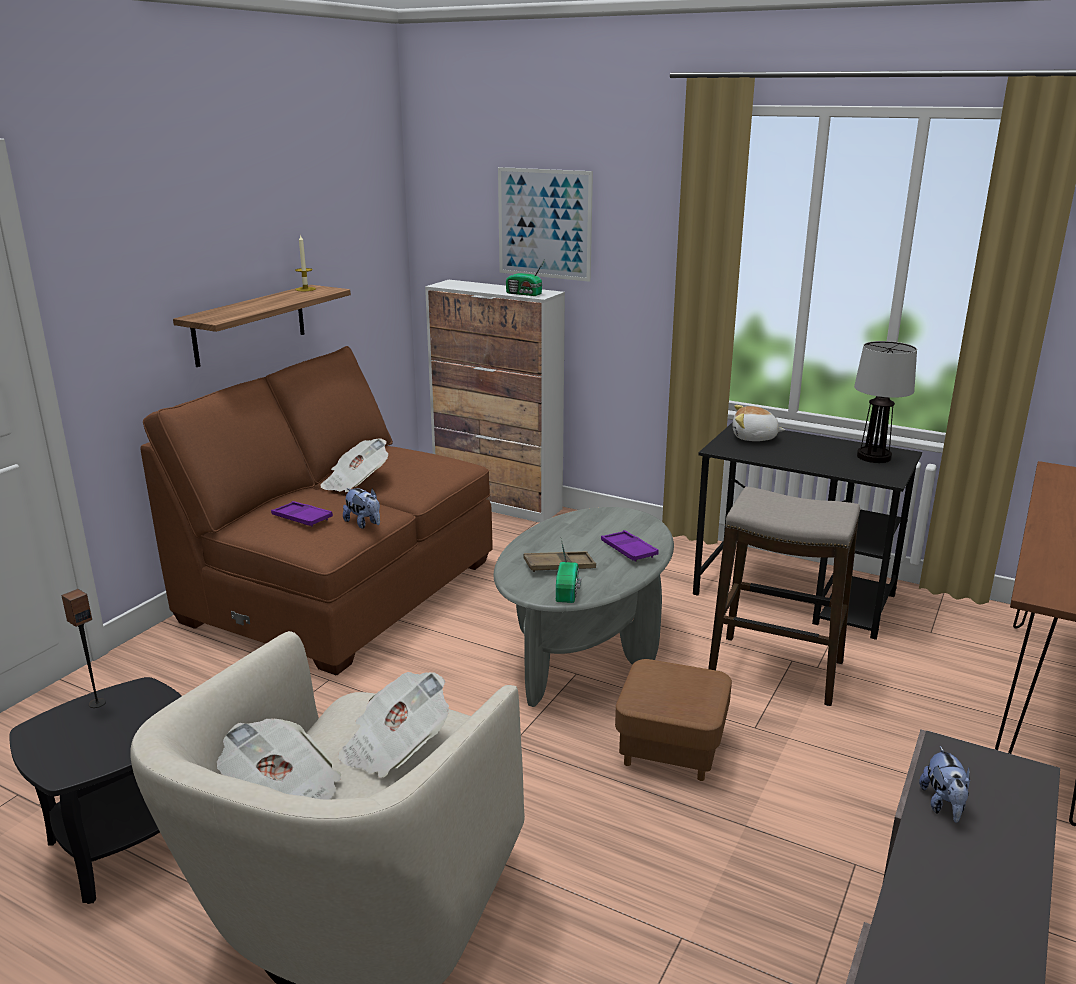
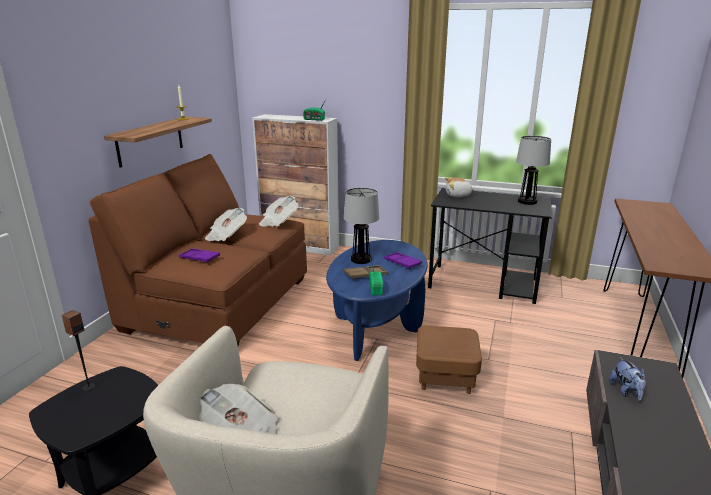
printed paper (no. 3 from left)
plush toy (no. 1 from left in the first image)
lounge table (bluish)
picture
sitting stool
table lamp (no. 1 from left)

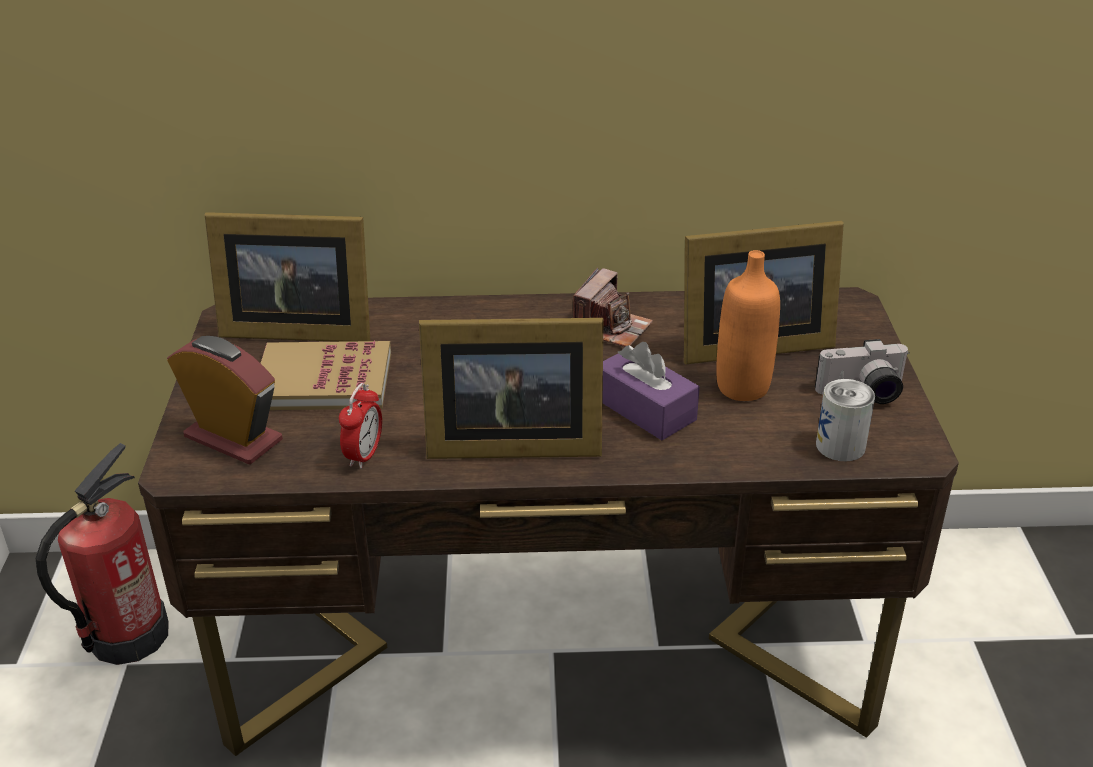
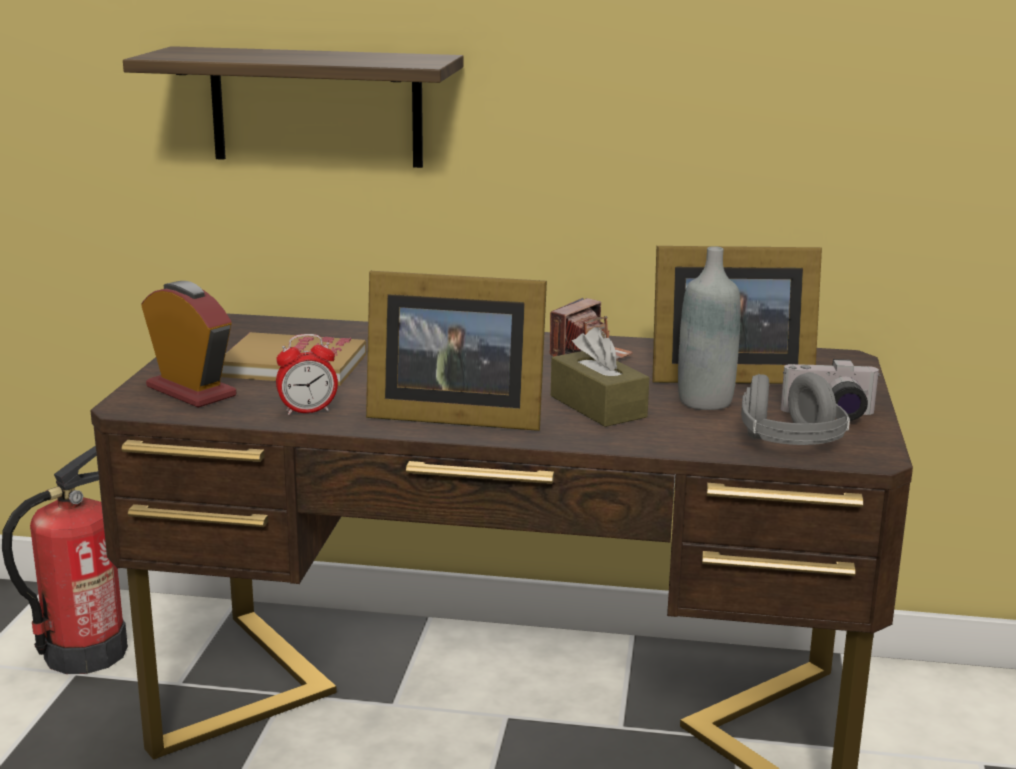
standing frame (no. 1 from left in the first image)
bedside clock (no. 2 from left)
tissue box (brownish)
beverage bottle (grey)
headset (grey)
wall shelf

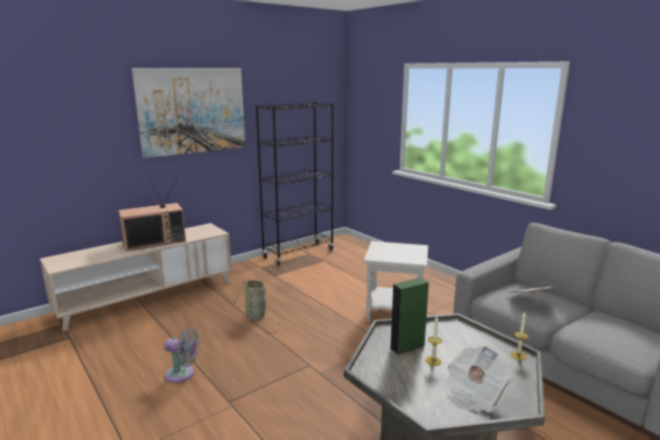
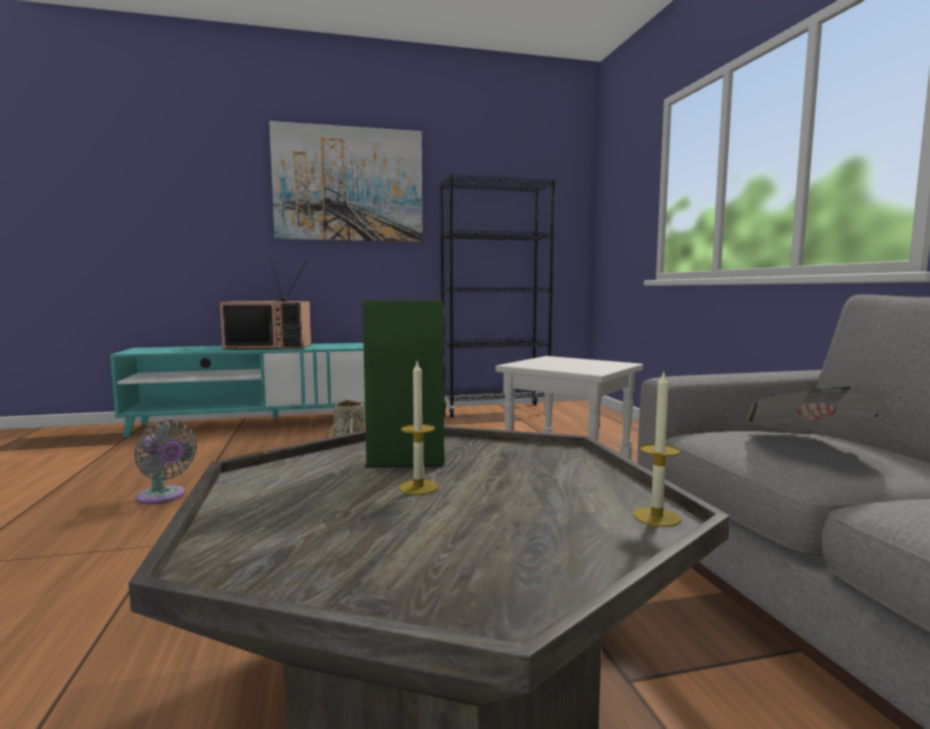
media console (blue-green)
printed paper (no. 1 from left in the first image)

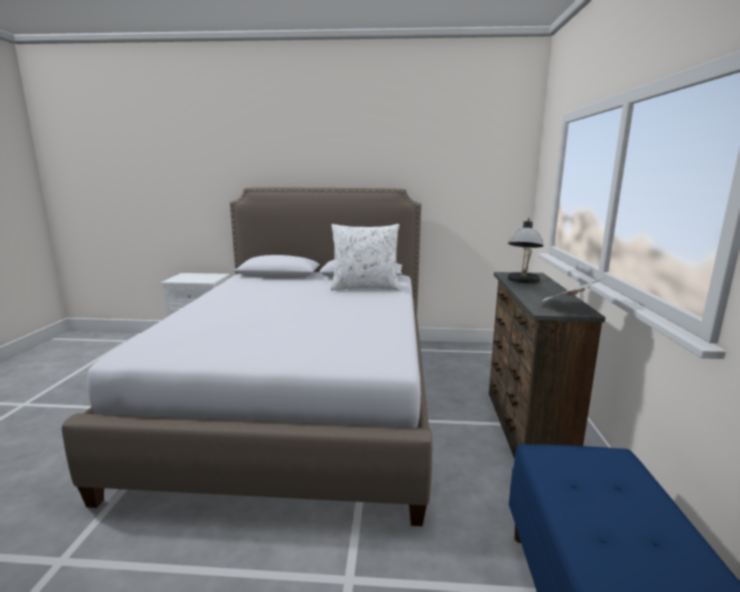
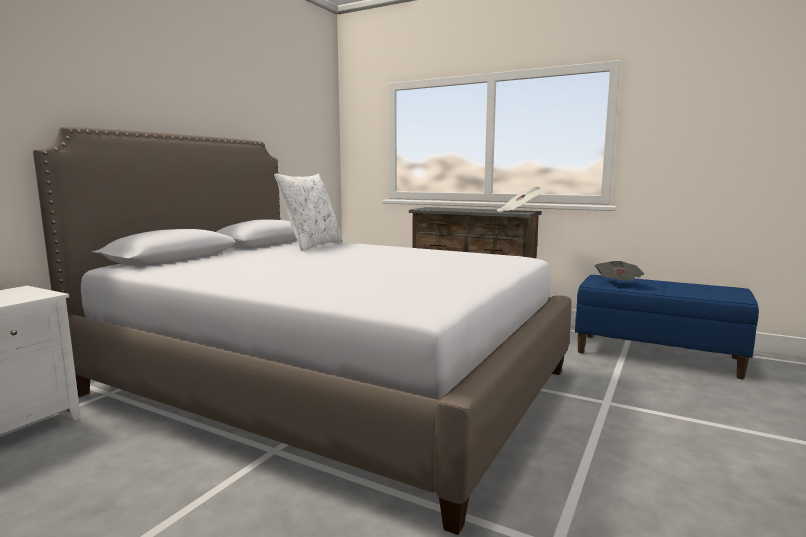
table lamp
printed paper (no. 2 from left)

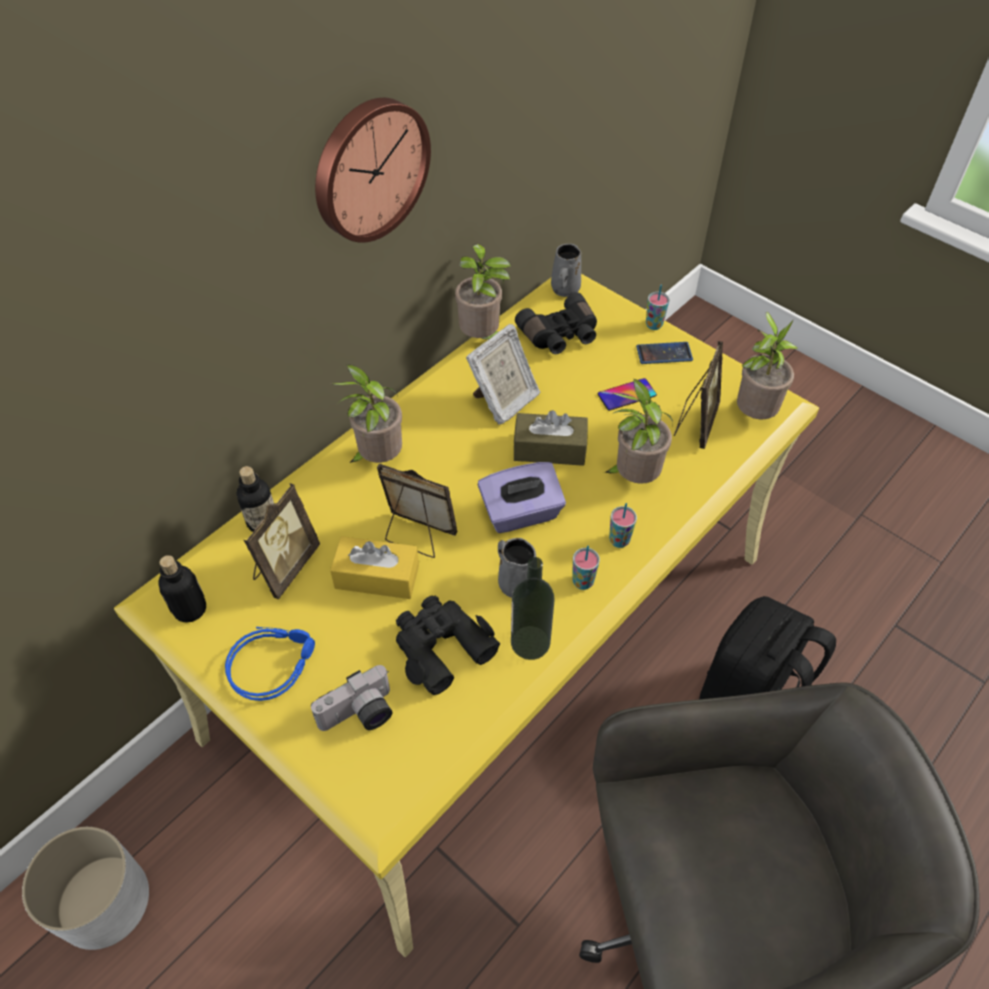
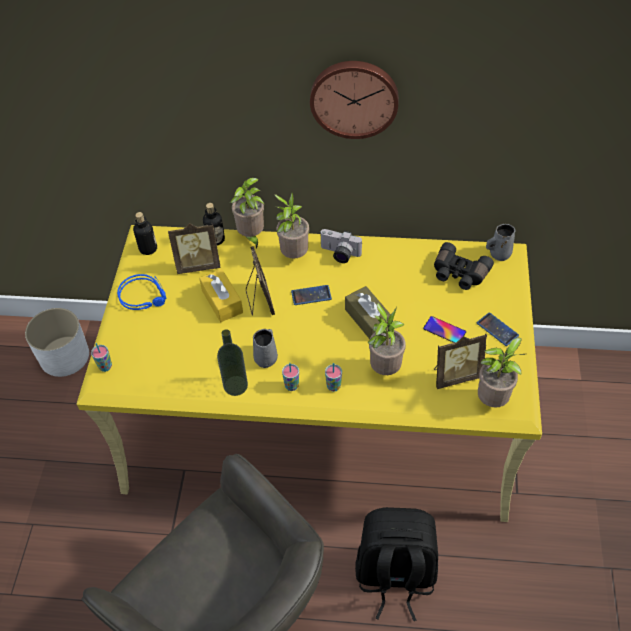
still camera
field glasses (black) (no. 1 from left in the first image)
houseplant (no. 1 from left)
standing frame (no. 3 from left in the first image)
tissue box (purplish)
cup (no. 1 from left)
telephone (no. 1 from left)

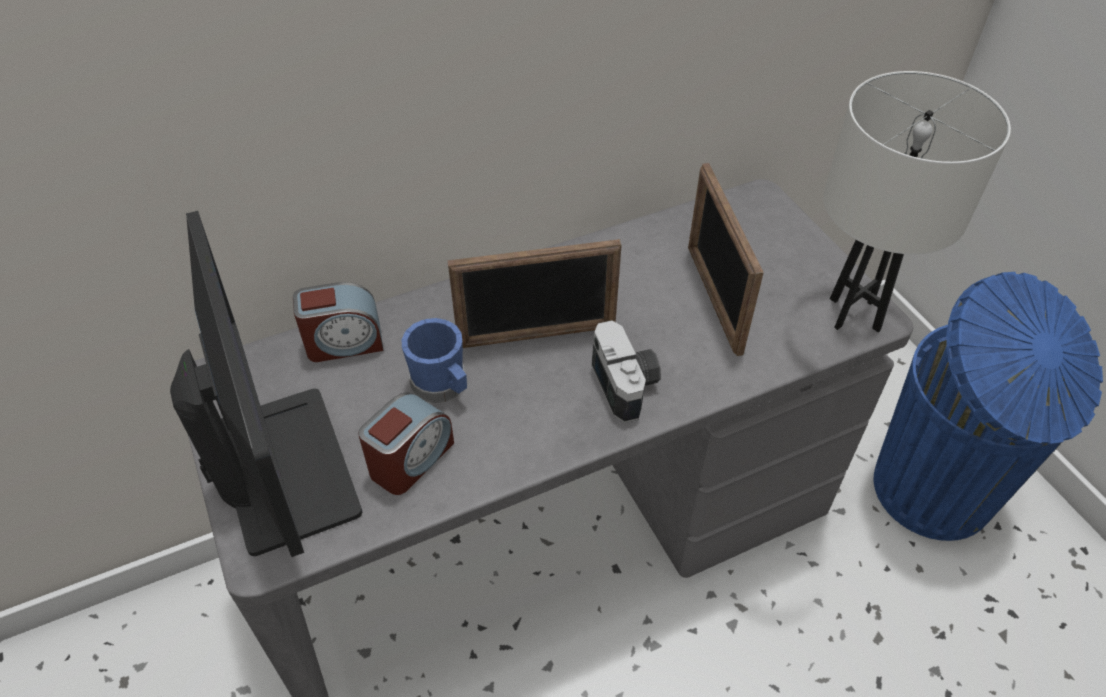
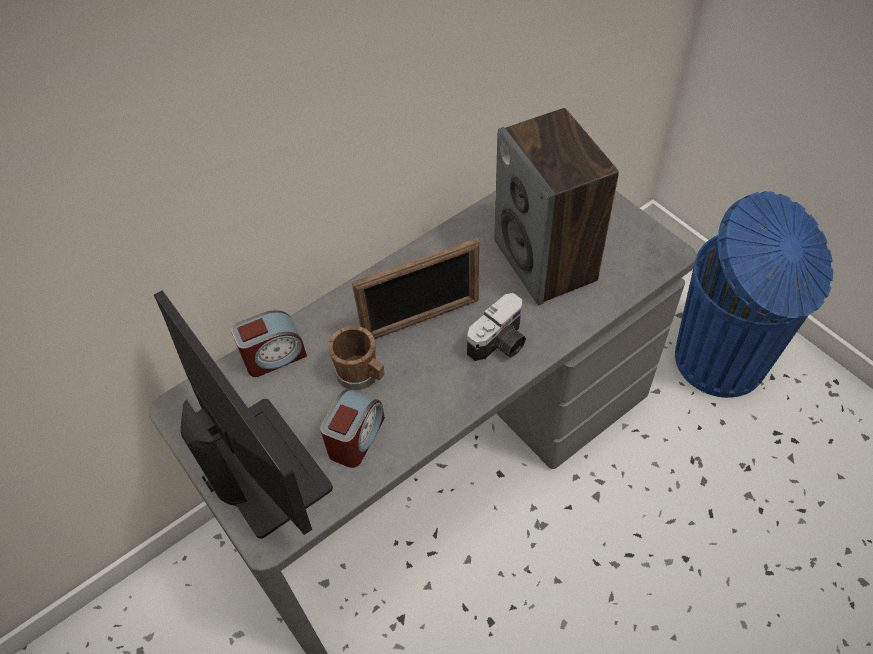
coffee mug (brownish)
still camera
speaker
table lamp (white)

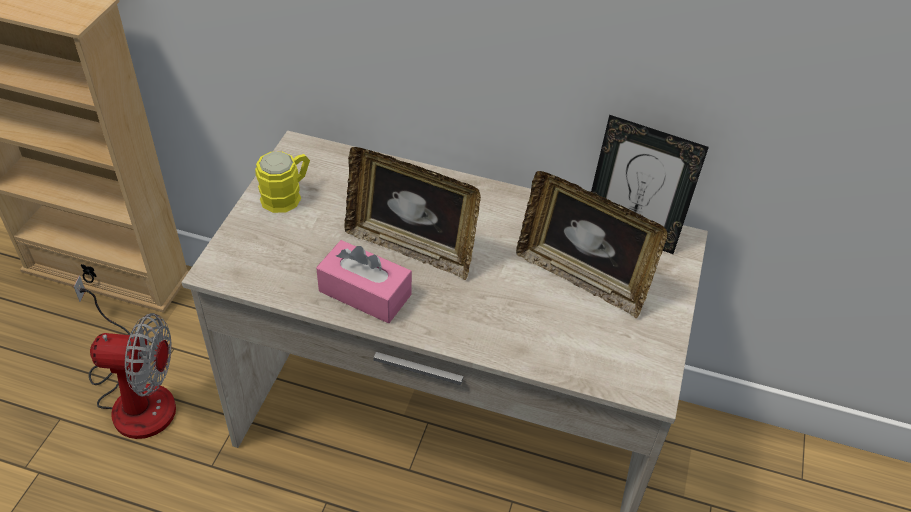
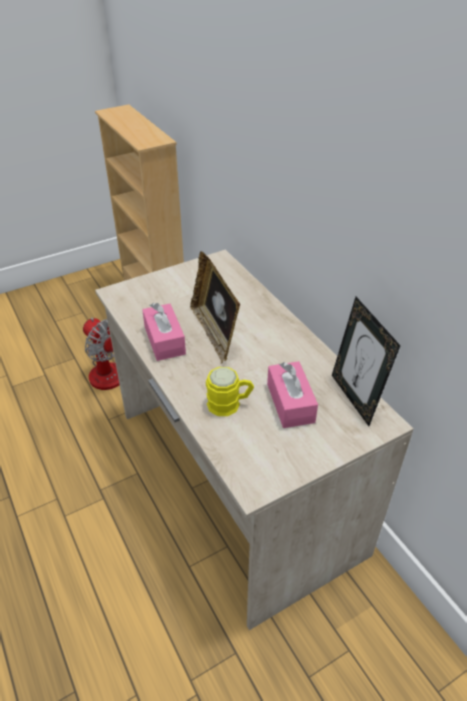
coffee mug (yellowish)
tissue box (pinkish) (no. 2 from left)

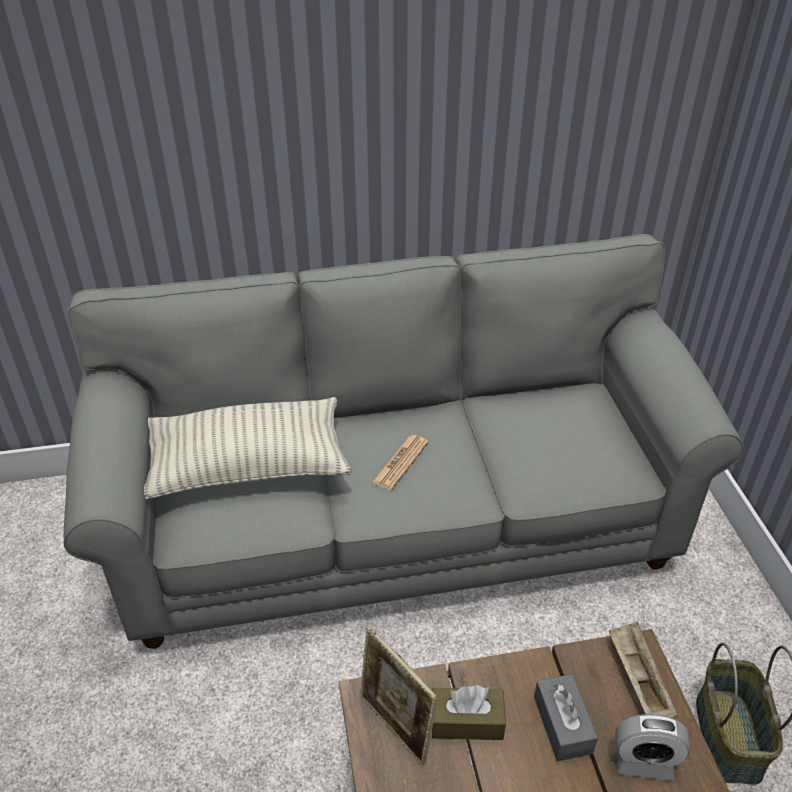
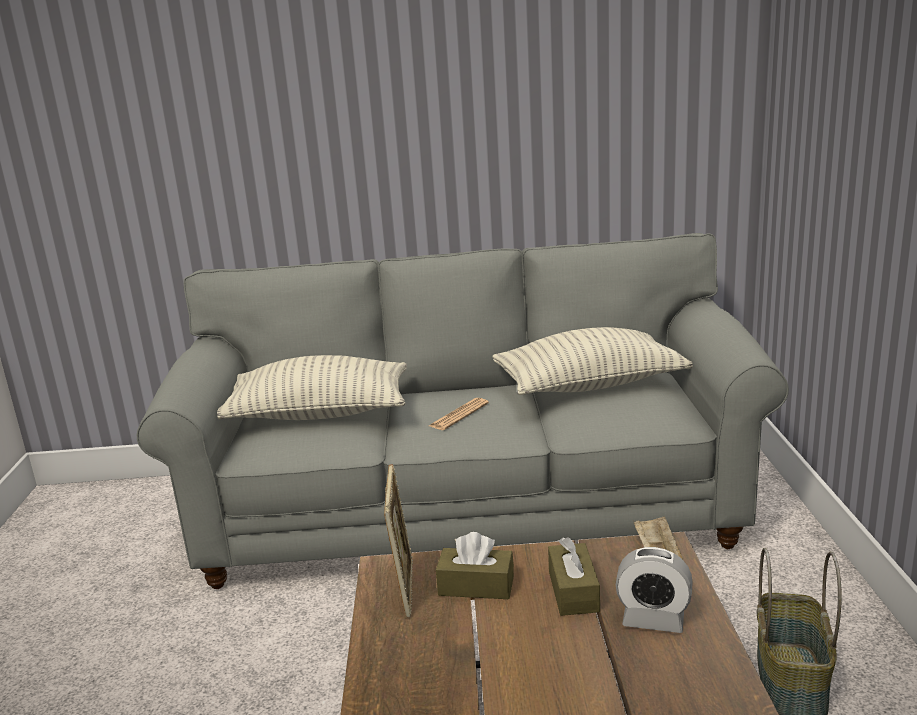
standing frame
tissue box (brownish) (no. 2 from left)
cushion (no. 2 from left)

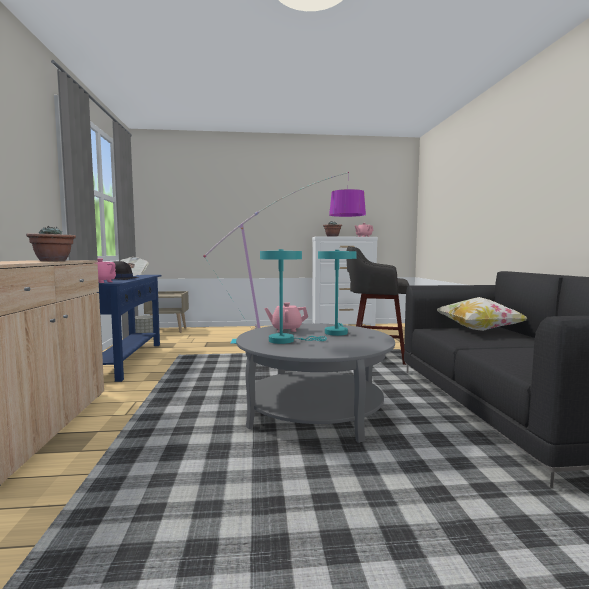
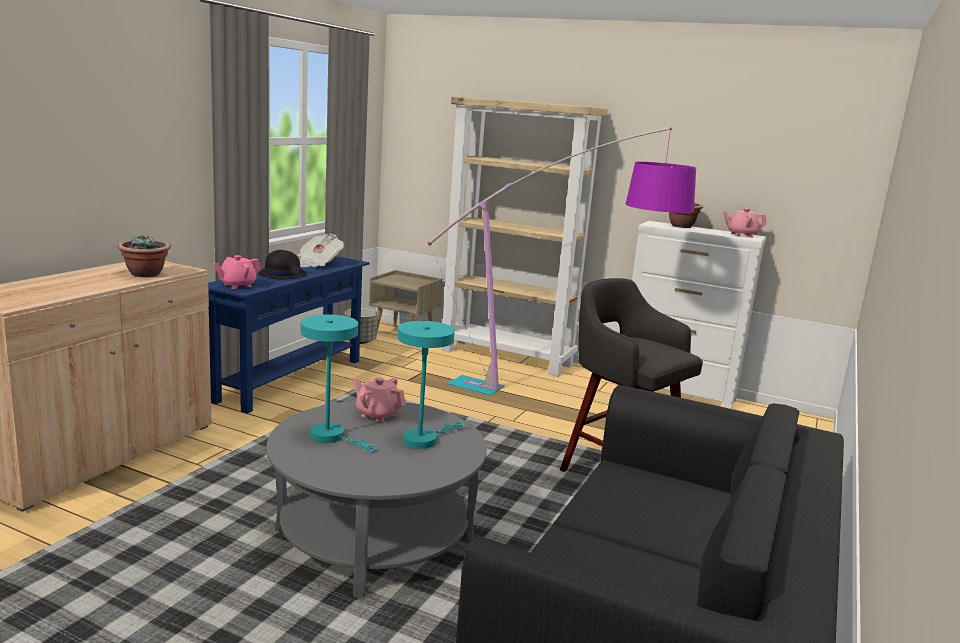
cushion
shelving unit (sand-coloured)

